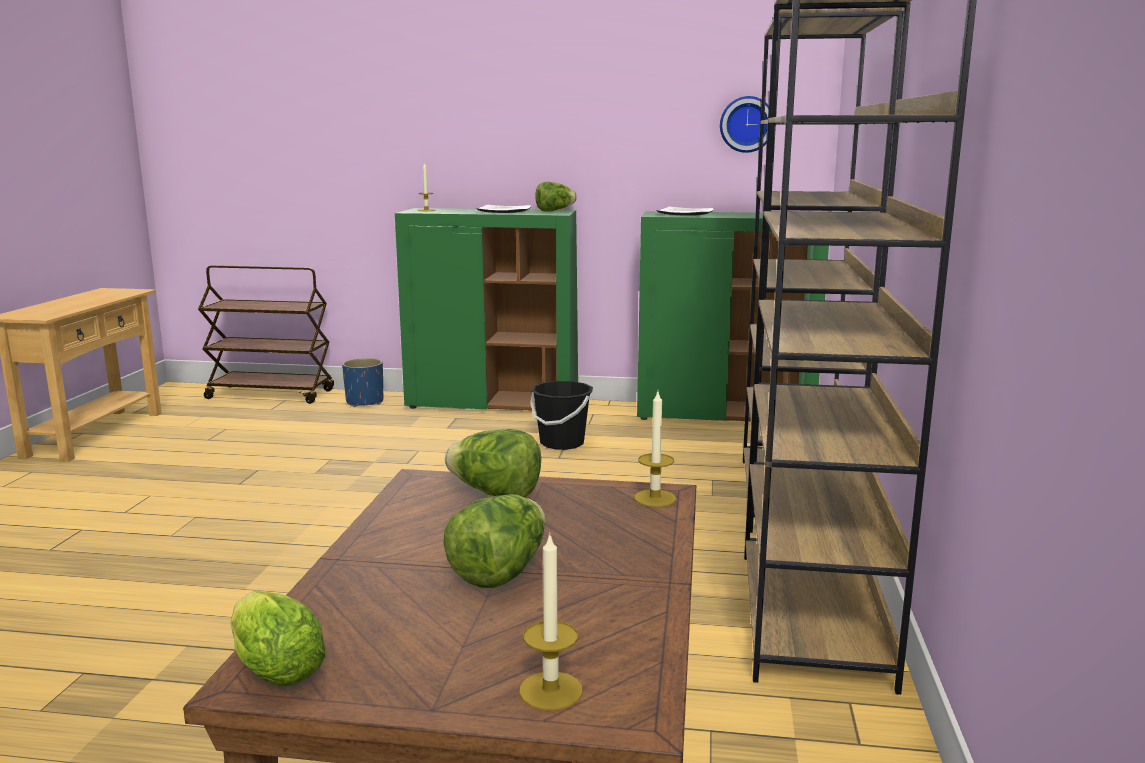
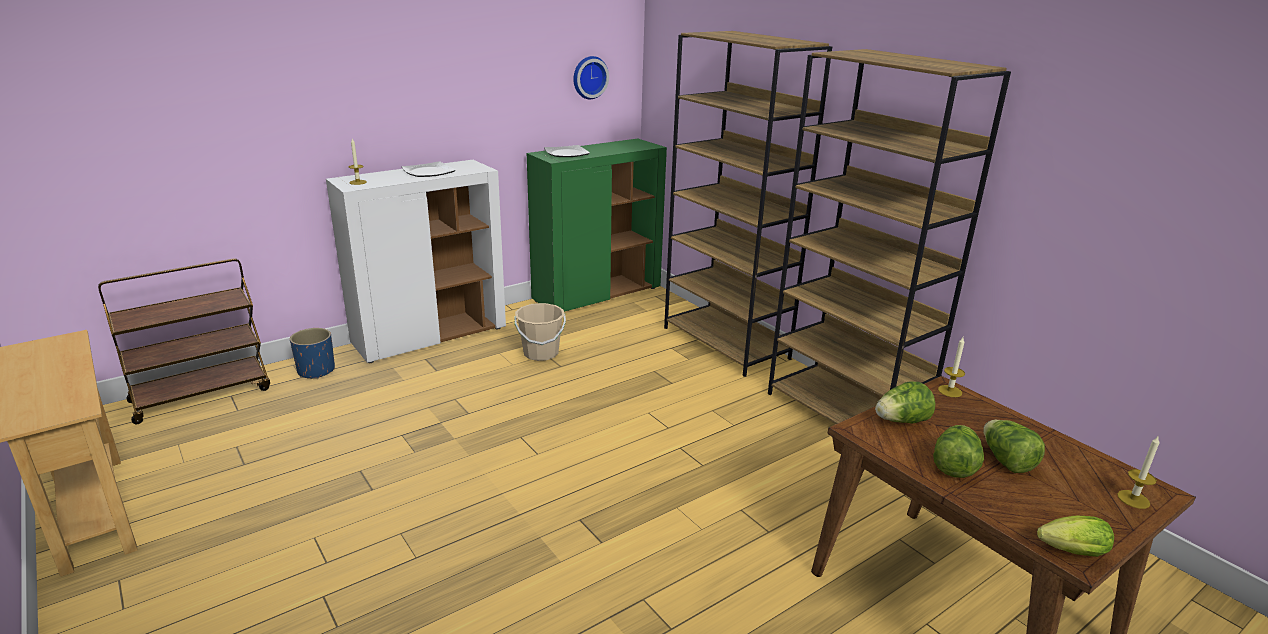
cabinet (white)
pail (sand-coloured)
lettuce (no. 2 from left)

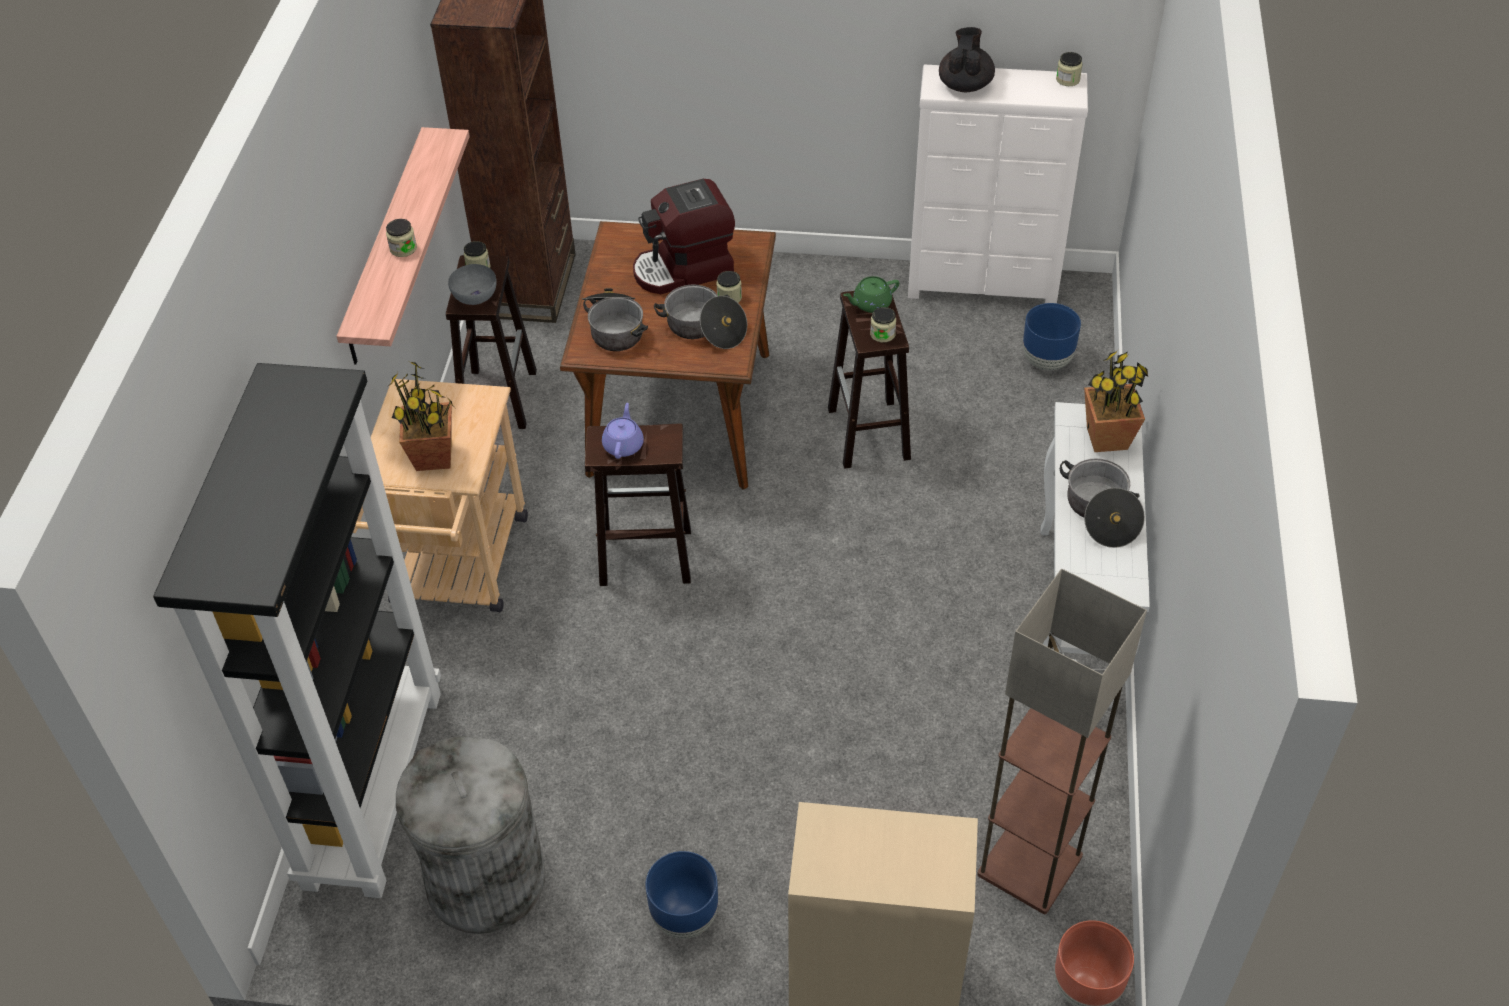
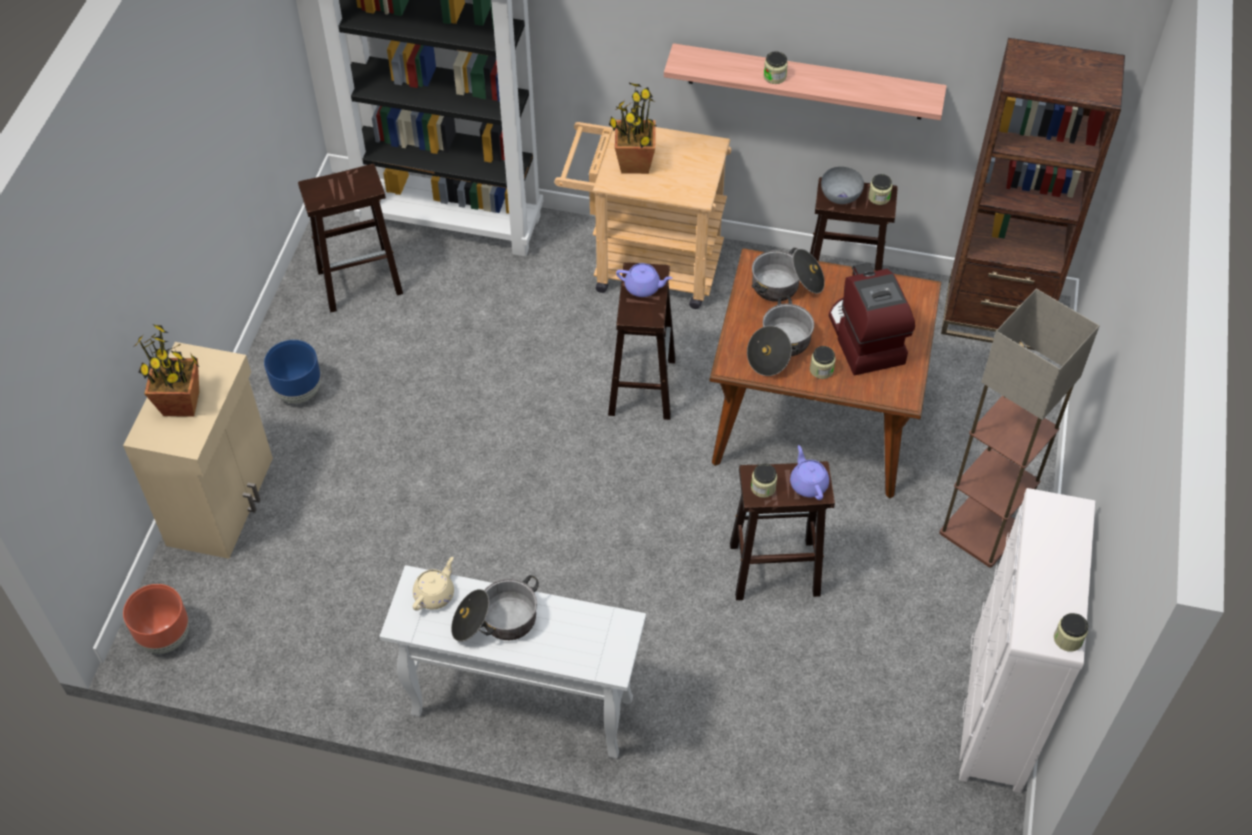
sitting stool (brownish) (no. 1 from left)
pot for tea (purplish) (no. 2 from left)
pot for tea (black)
standing lamp
flower pot (bluish) (no. 2 from left in the first image)
houseplant (no. 1 from left)
pot for tea (sand-coloured)

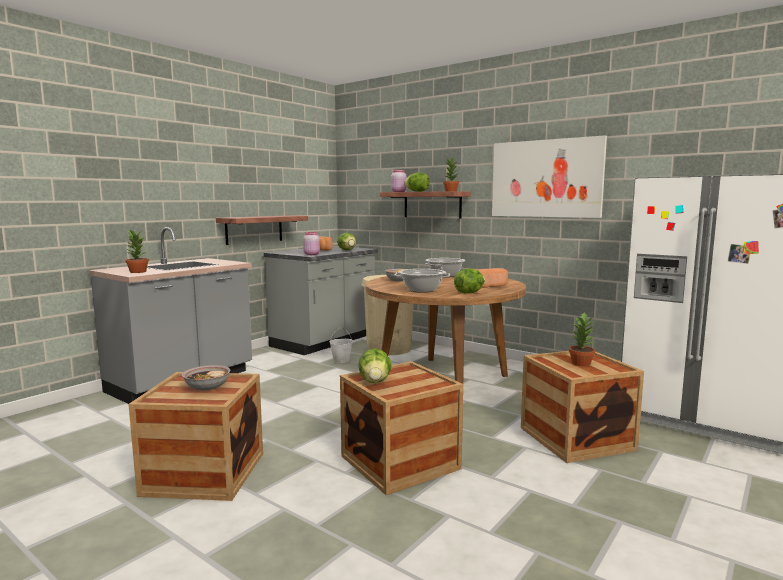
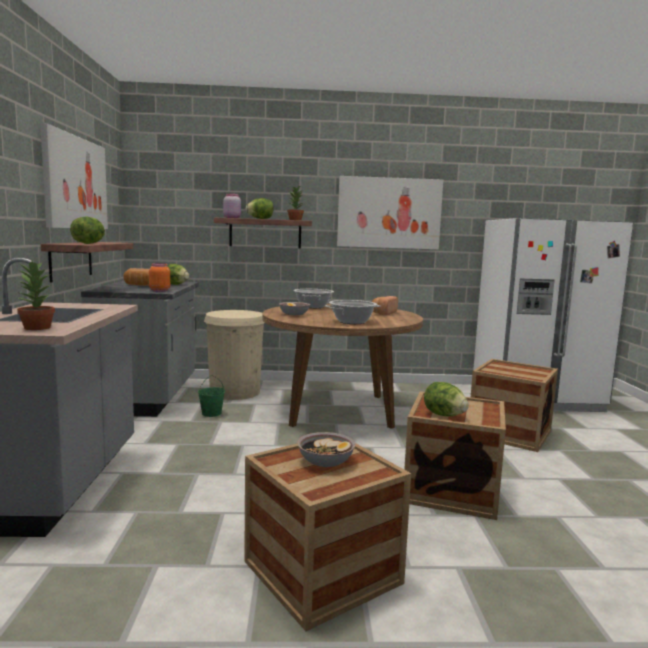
jar (orange)
pail (green-coloured)
lettuce (no. 1 from left)
houseplant (no. 3 from left in the first image)
picture (no. 1 from left)

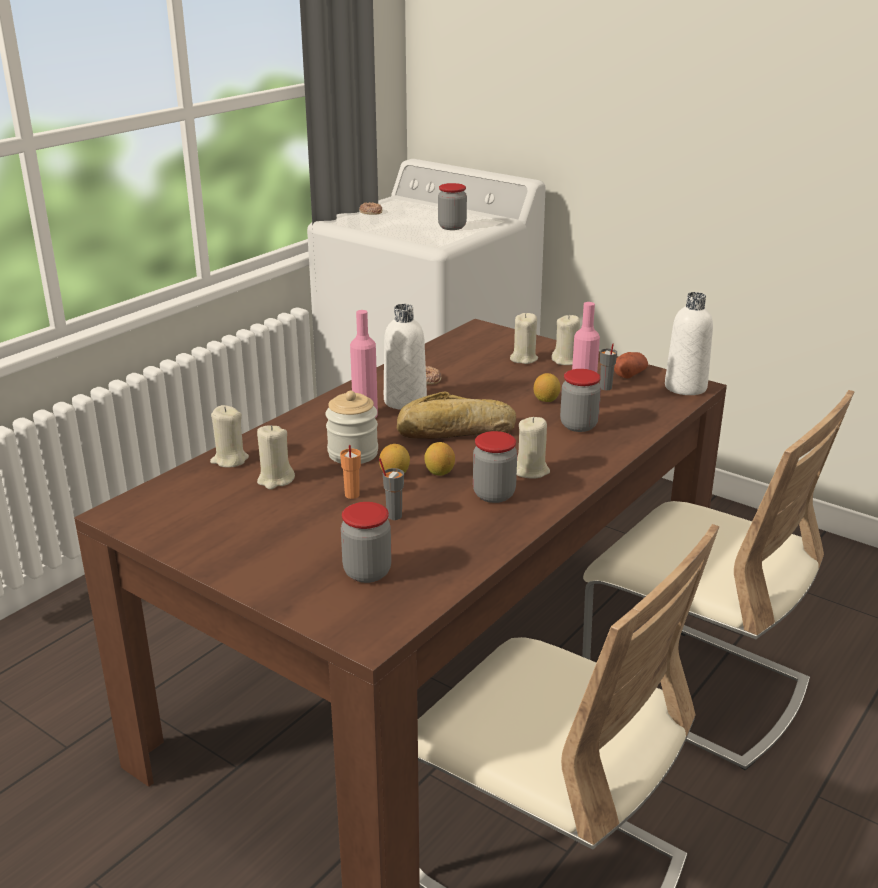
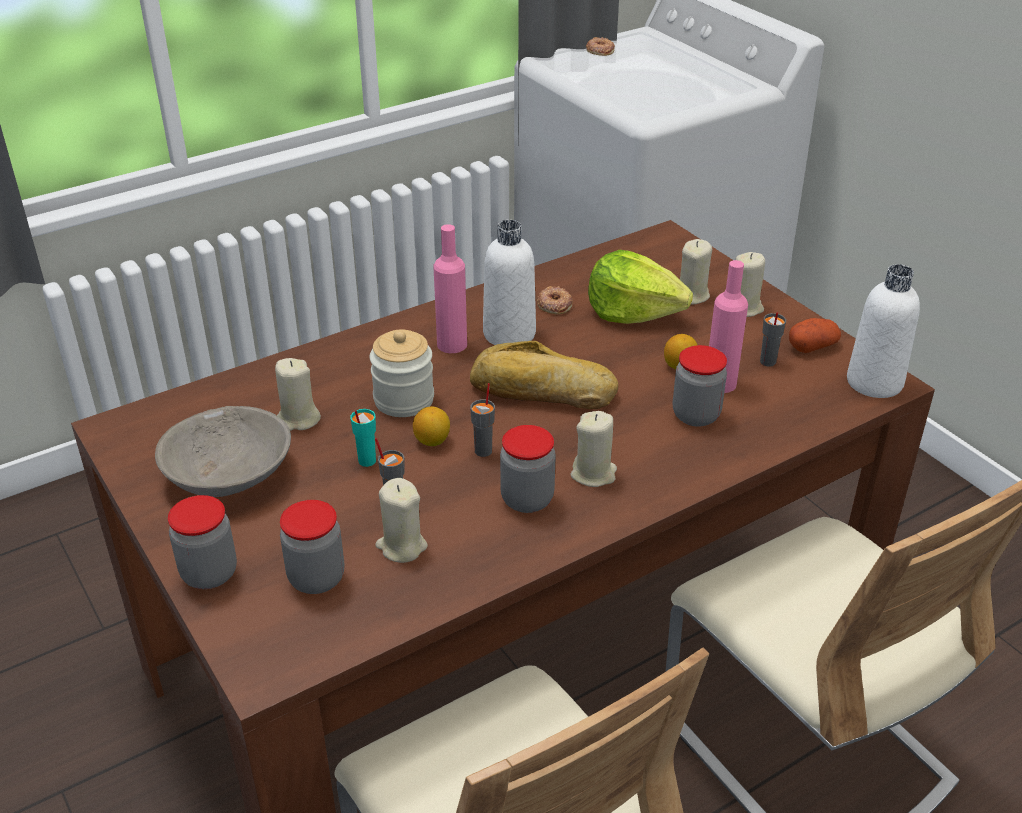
wax light (sand-coloured) (no. 2 from left)
cup (blue-green)
cup (grey) (no. 2 from left)
jar (no. 1 from left)
serving bowl (grey)
lettuce

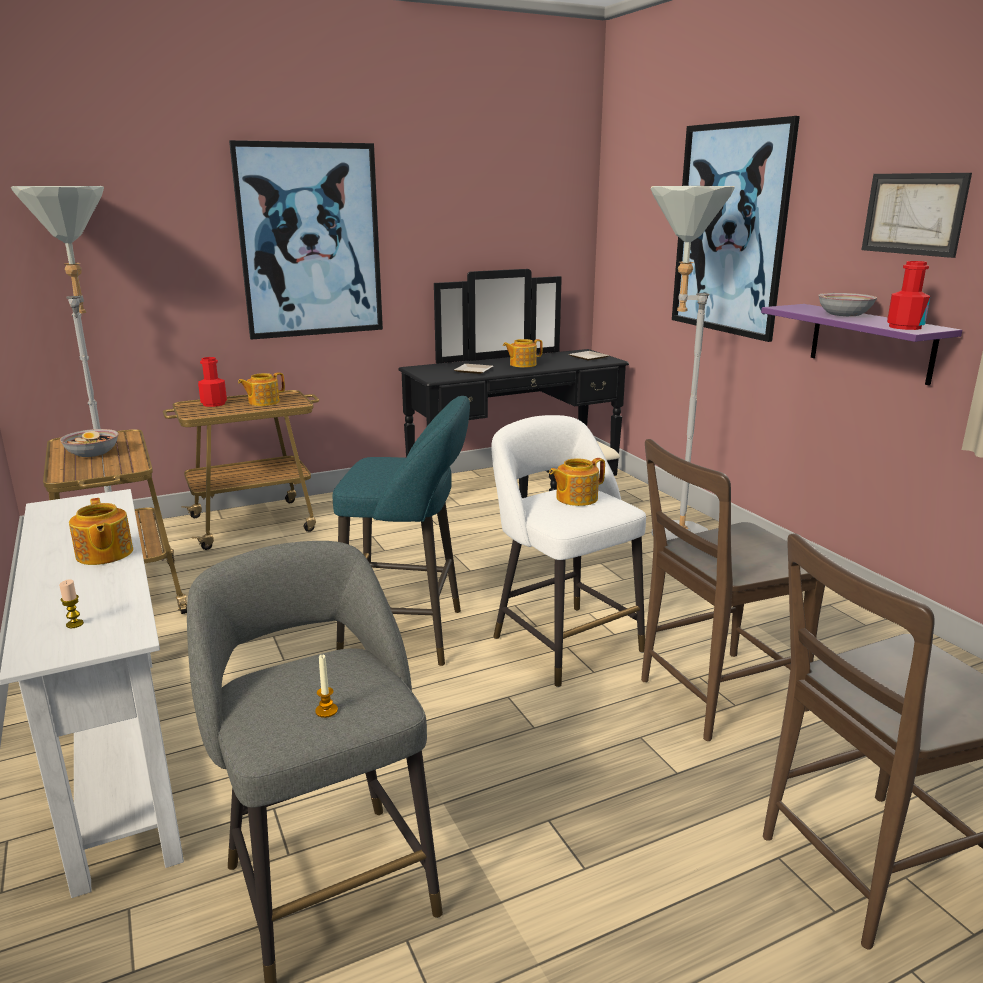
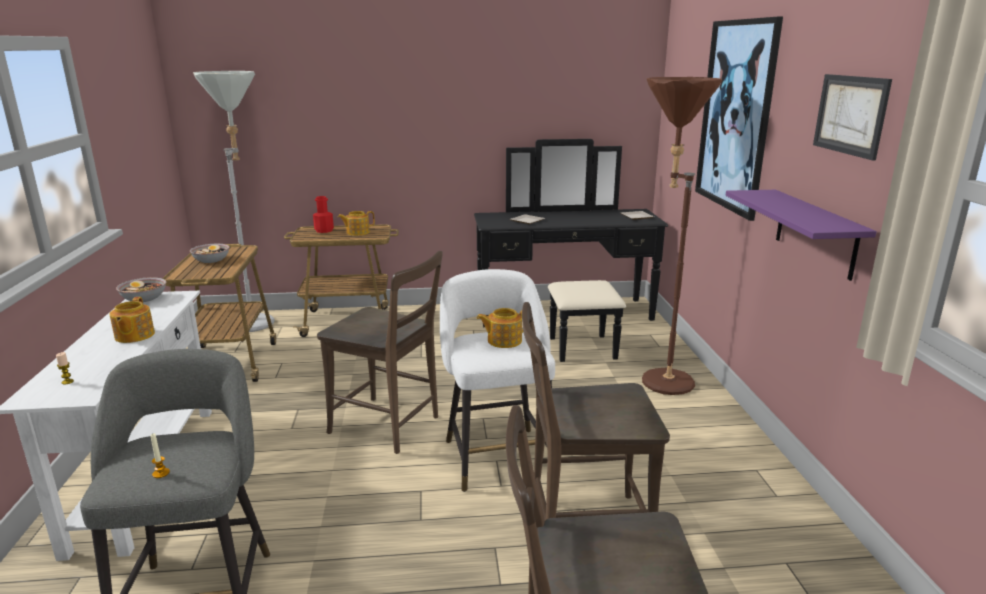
picture (no. 1 from left in the first image)
chair (brownish) (no. 1 from left)
pot for tea (no. 3 from left in the first image)
standing lamp (brownish)
serving bowl (no. 1 from left)
beverage bottle (red) (no. 2 from left in the first image)

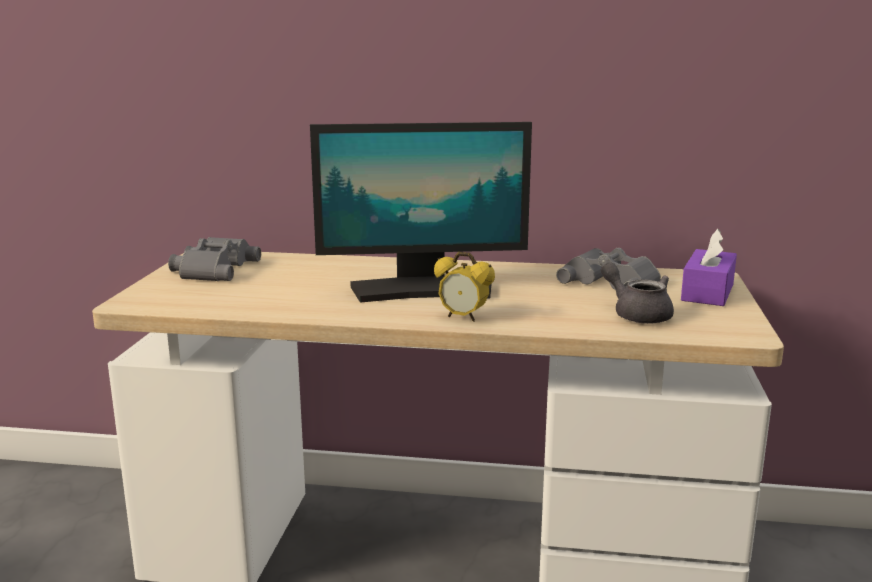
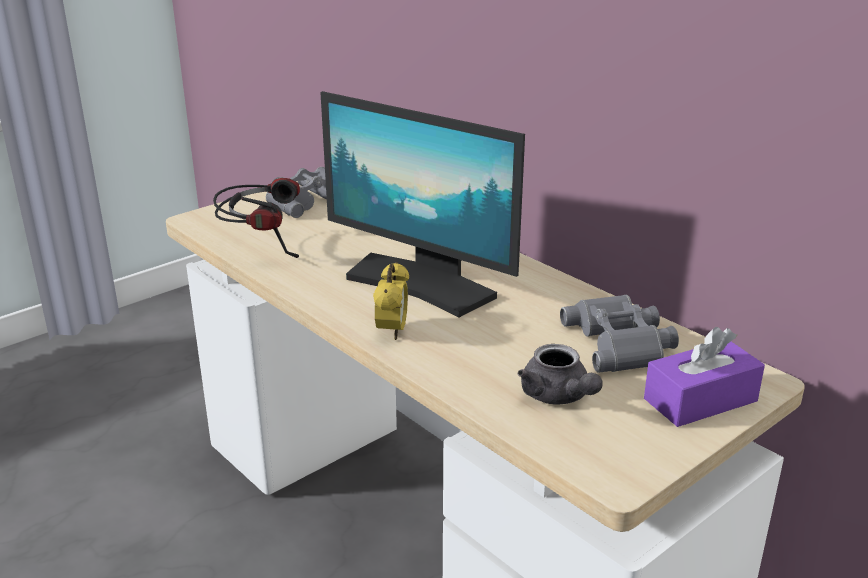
bedside clock
pot for tea (grey)
headset

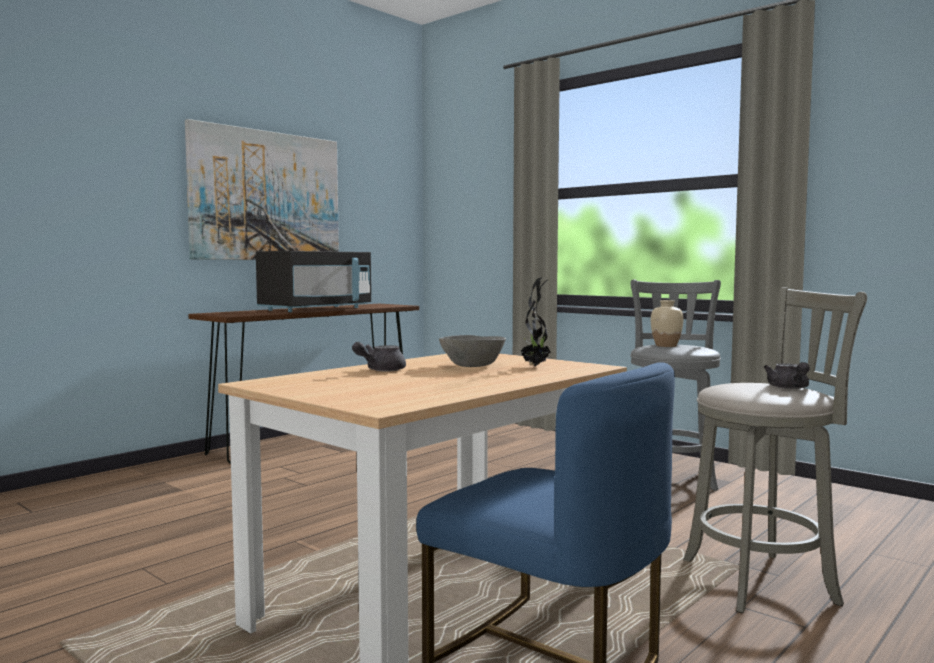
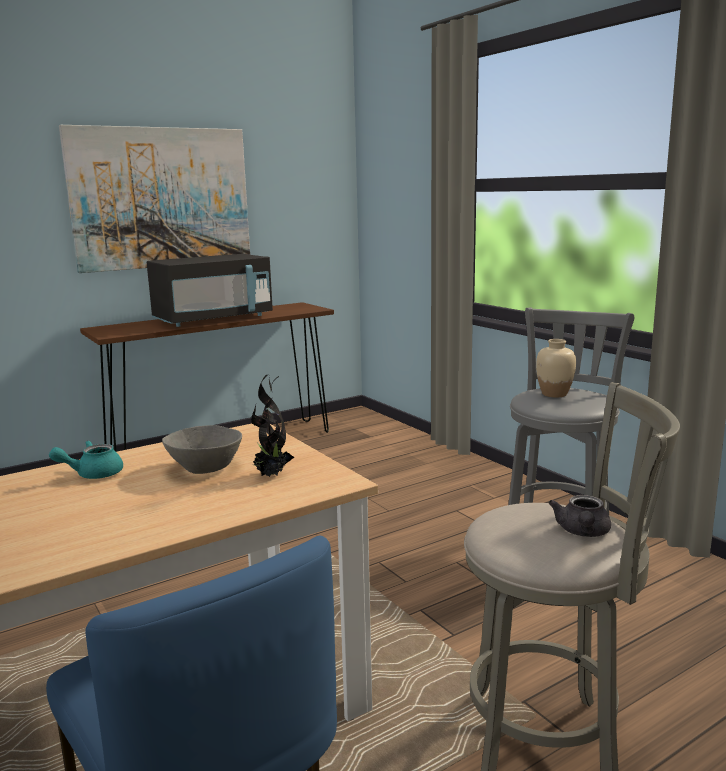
pot for tea (blue-green)

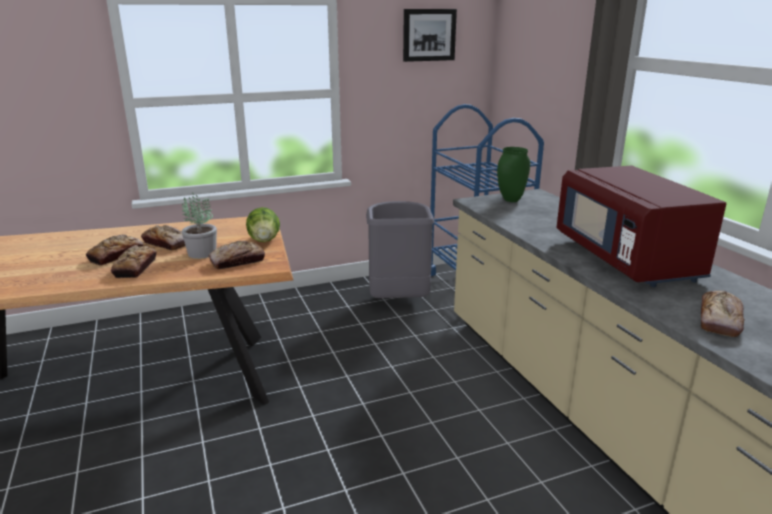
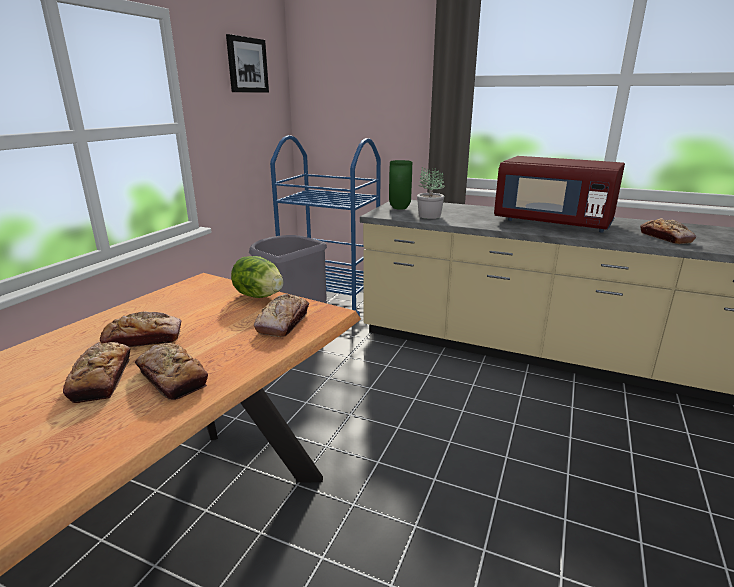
houseplant

